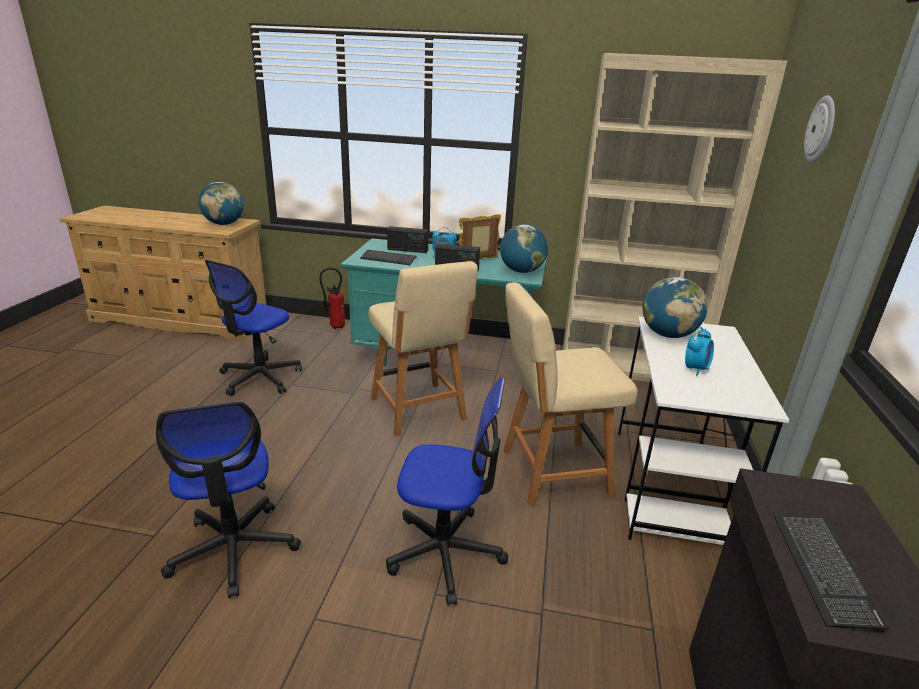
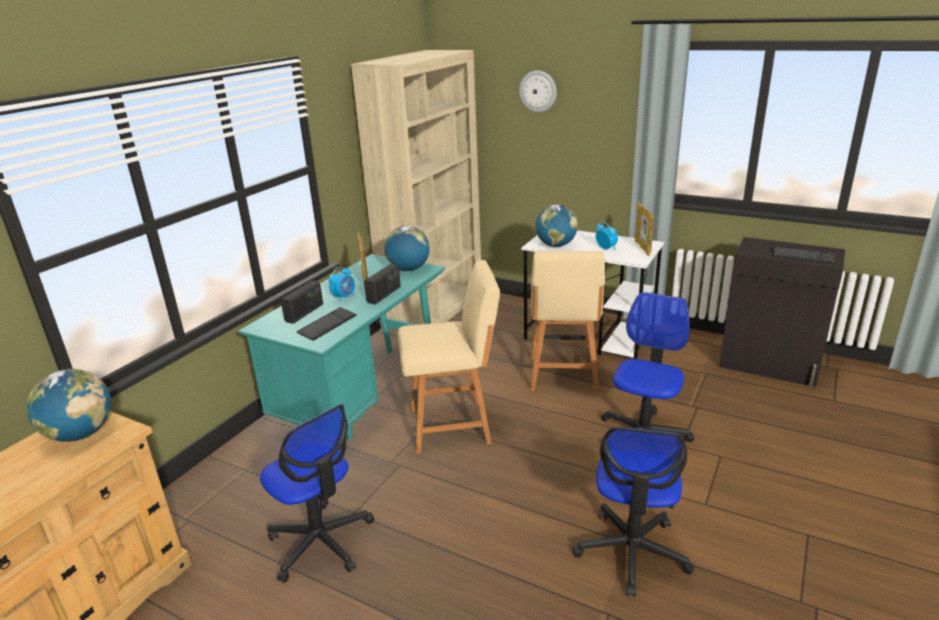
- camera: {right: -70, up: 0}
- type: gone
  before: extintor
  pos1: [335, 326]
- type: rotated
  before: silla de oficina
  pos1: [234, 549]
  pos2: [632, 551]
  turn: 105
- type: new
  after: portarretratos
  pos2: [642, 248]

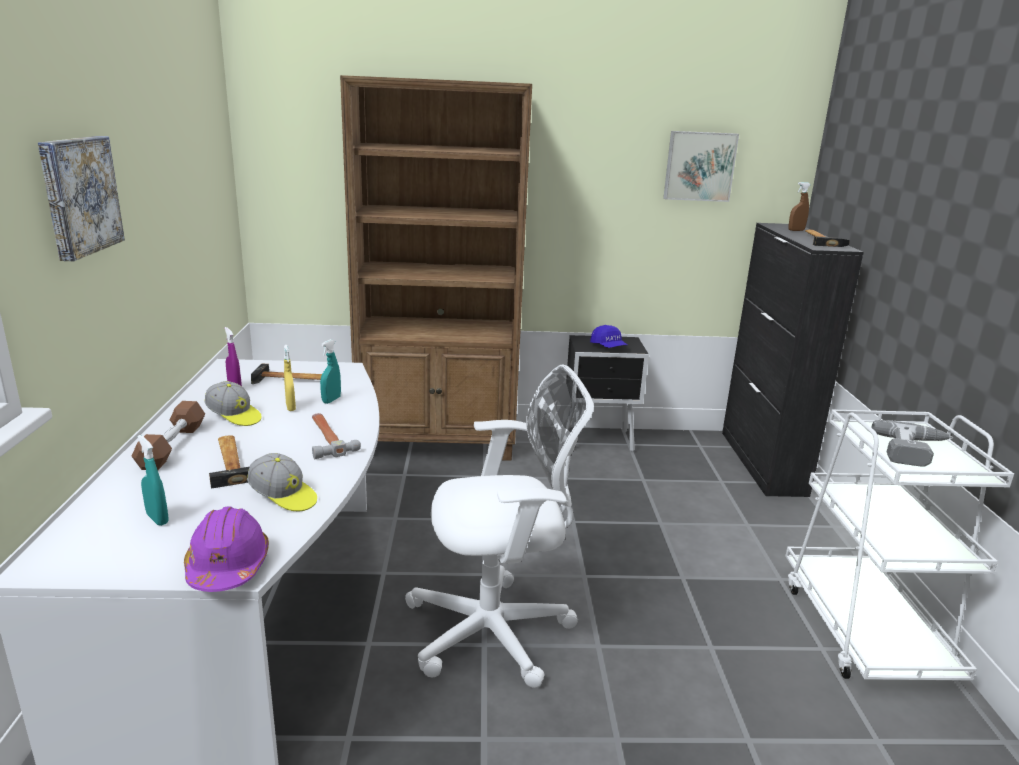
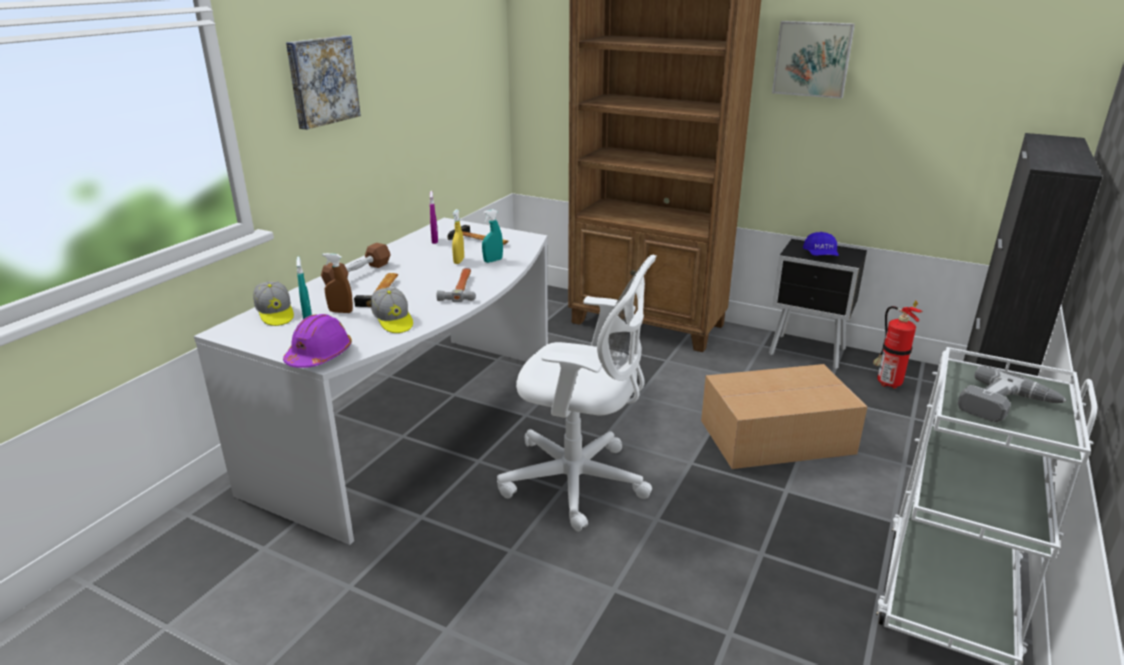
- camera: {right: 30, up: 5}
- type: shifted
  before: cuadro
  pos1: [699, 166]
  pos2: [812, 59]
- type: shifted
  before: pulverizador/marrón
  pos1: [796, 230]
  pos2: [340, 311]
- type: gone
  before: martillo
  pos1: [821, 240]
- type: shifted
  before: gorra
  pos1: [234, 416]
  pos2: [275, 314]
- type: new
  after: extintor
  pos2: [886, 383]
- type: new
  after: caja de cartón
  pos2: [774, 436]

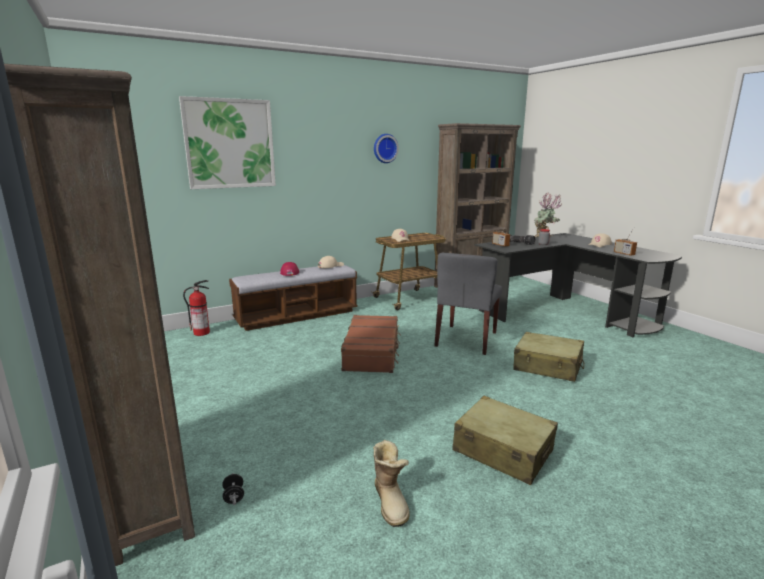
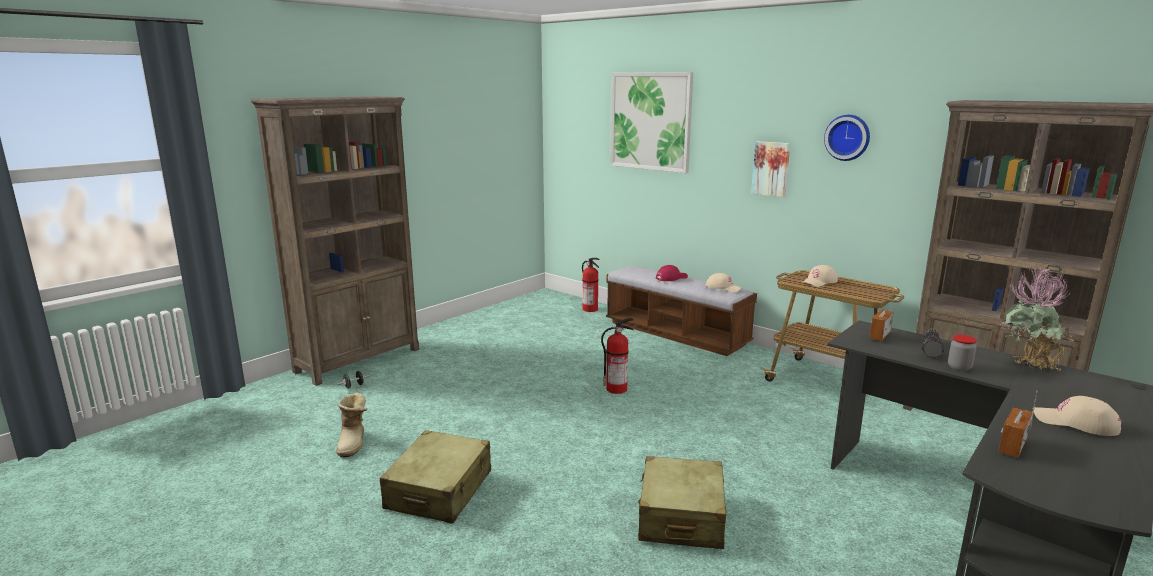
- camera: {right: 70, up: 0}
- type: gone
  before: silla/gris
  pos1: [466, 339]
- type: swapped
  before: maleta/marrón
  after: extintor
  pos1: [372, 352]
  pos2: [617, 389]
- type: rotated
  before: bota
  pos1: [391, 501]
  pos2: [354, 442]
  turn: -60
- type: new
  after: cuadro
  pos2: [771, 168]

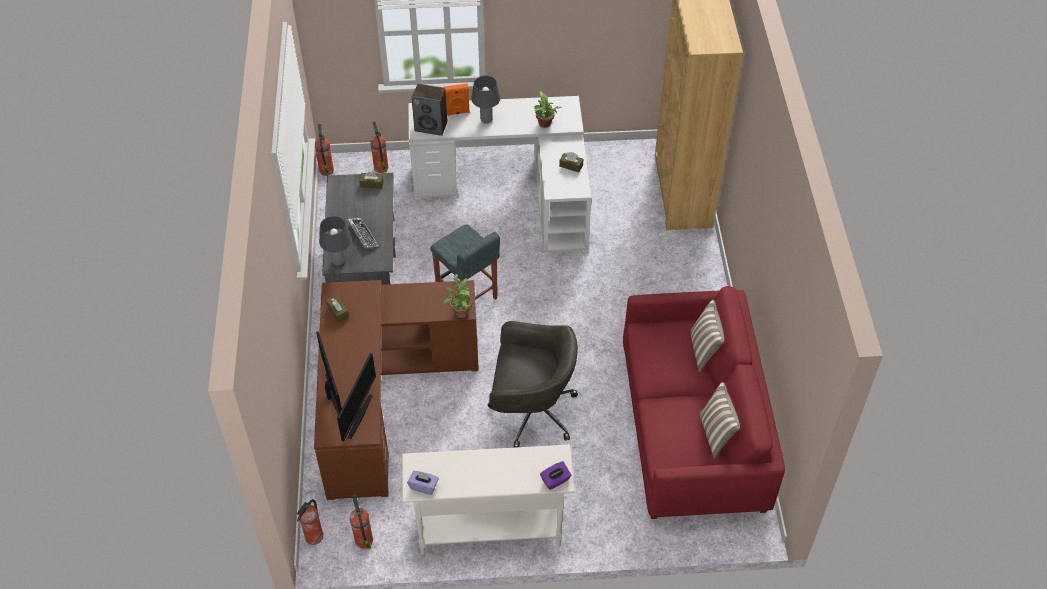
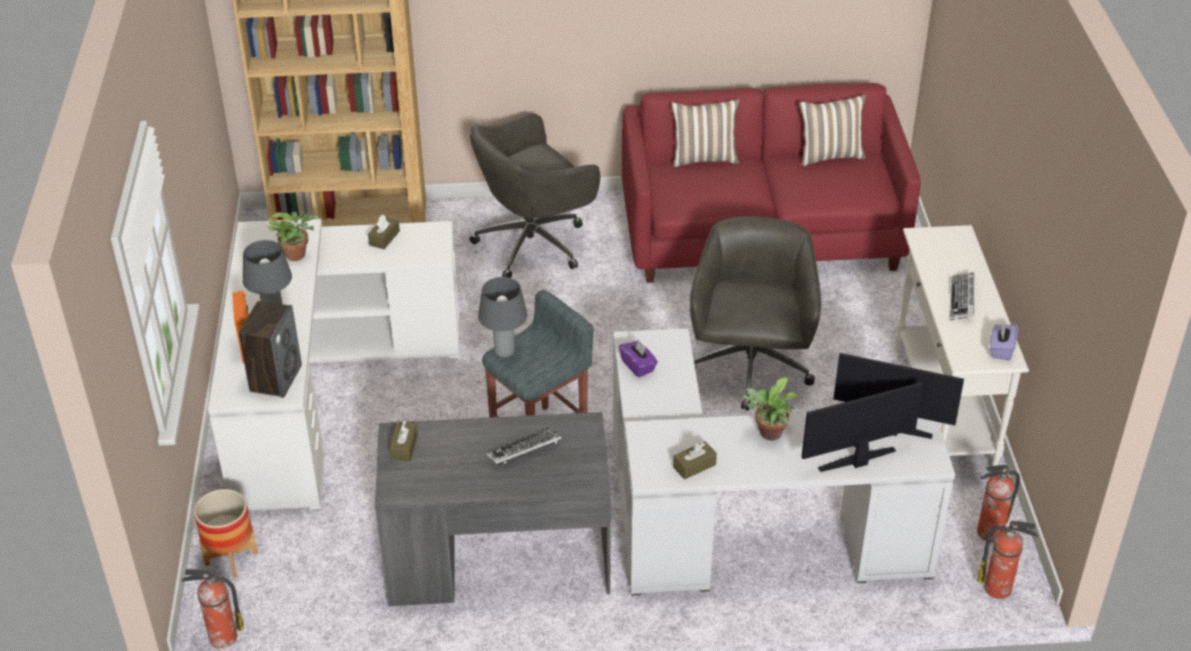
- camera: {right: -90, up: -10}
- type: swapped
  before: extintor
  after: maceta
  pos1: [381, 167]
  pos2: [231, 558]
- type: shifted
  before: lámpara de mesa/gris
  pos1: [338, 261]
  pos2: [505, 352]
- type: shifted
  before: planta en maceta
  pos1: [460, 311]
  pos2: [768, 434]
- type: repainted
  before: escritorio/marrón
  after: escritorio/blanco
  pos1: [382, 396]
  pos2: [738, 527]
- type: shifted
  before: caja de pañuelos/morado
  pos1: [555, 480]
  pos2: [638, 366]
- type: new
  after: silla de oficina/gris
  pos2: [534, 243]
- type: new
  after: teclado
  pos2: [961, 300]

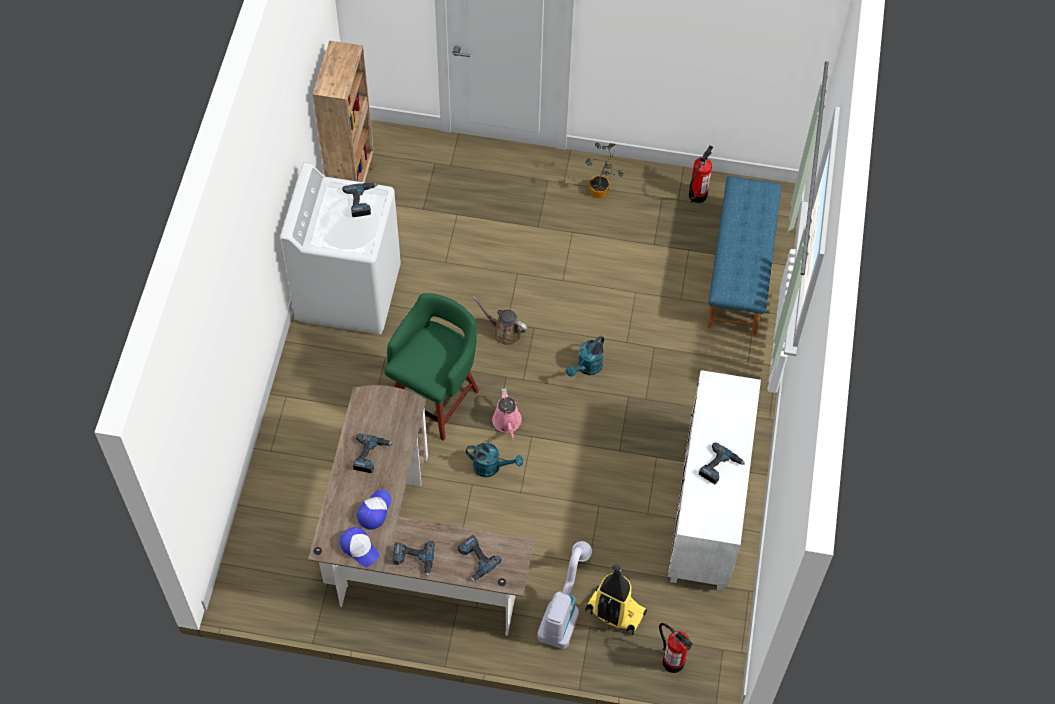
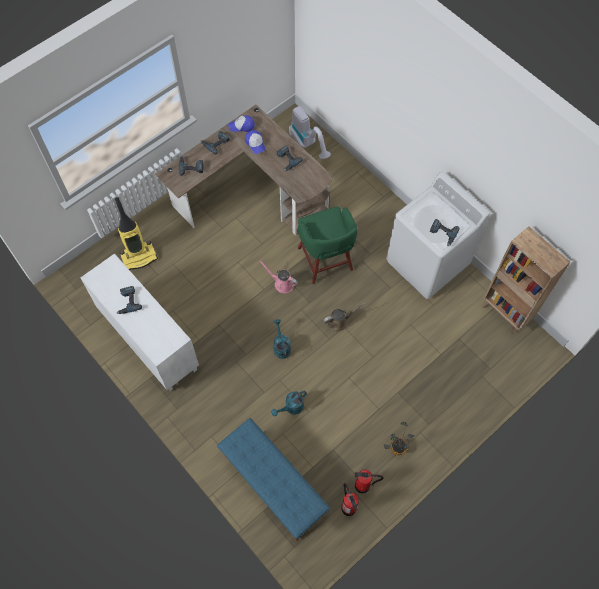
- camera: {right: 130, up: 5}
- type: shifted
  before: regadera/turquesa
  pos1: [491, 467]
  pos2: [291, 408]
- type: shifted
  before: aspiradora
  pos1: [563, 609]
  pos2: [308, 144]
- type: shifted
  before: extintor
  pos1: [673, 662]
  pos2: [362, 486]

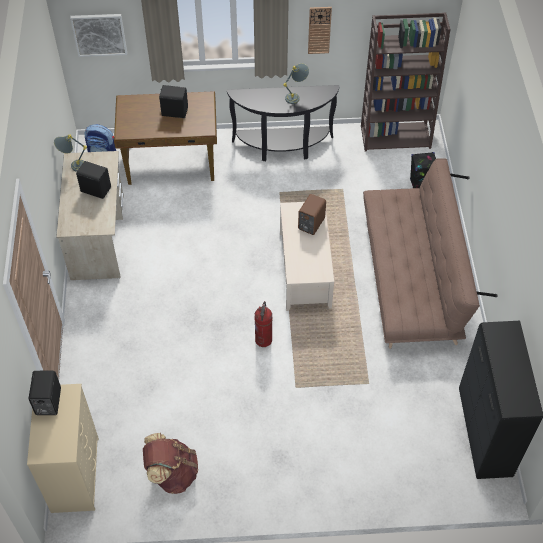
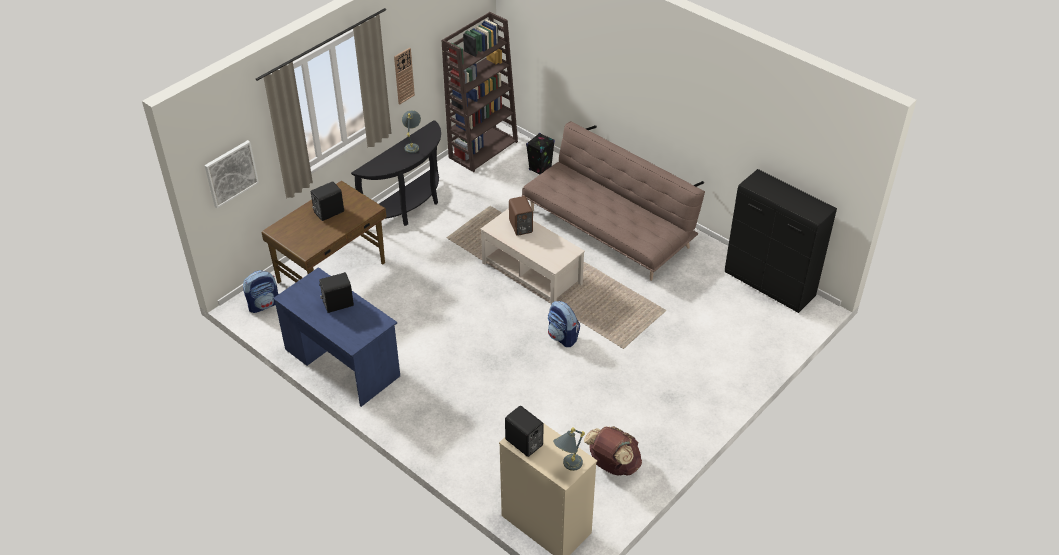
- camera: {right: -45, up: -10}
- type: shifted
  before: lámpara de mesa/gris
  pos1: [72, 166]
  pos2: [567, 467]
- type: repainted
  before: escritorio/beis
  after: escritorio/azul
  pos1: [98, 237]
  pos2: [342, 362]
- type: swapped
  before: extintor
  after: mochila
  pos1: [263, 340]
  pos2: [562, 337]

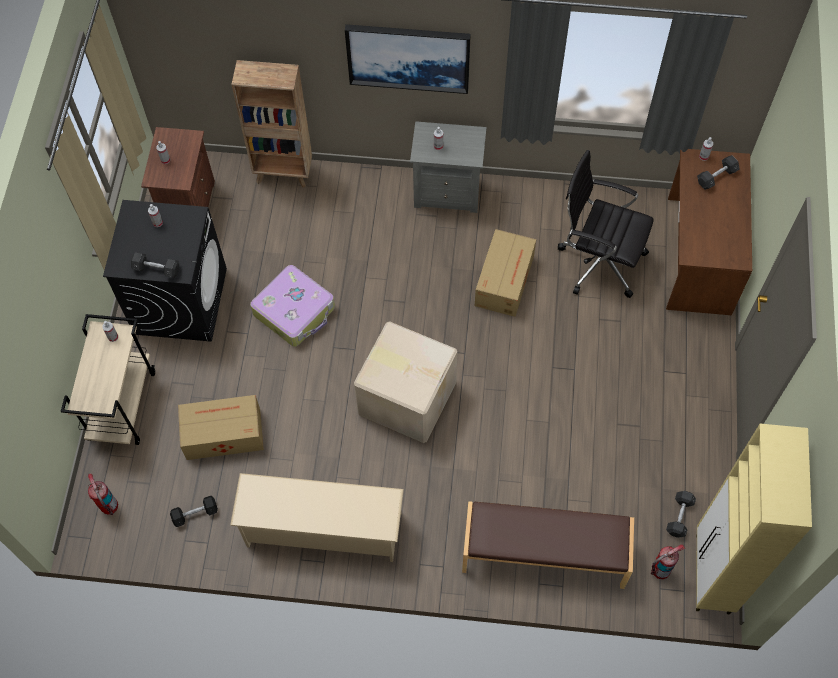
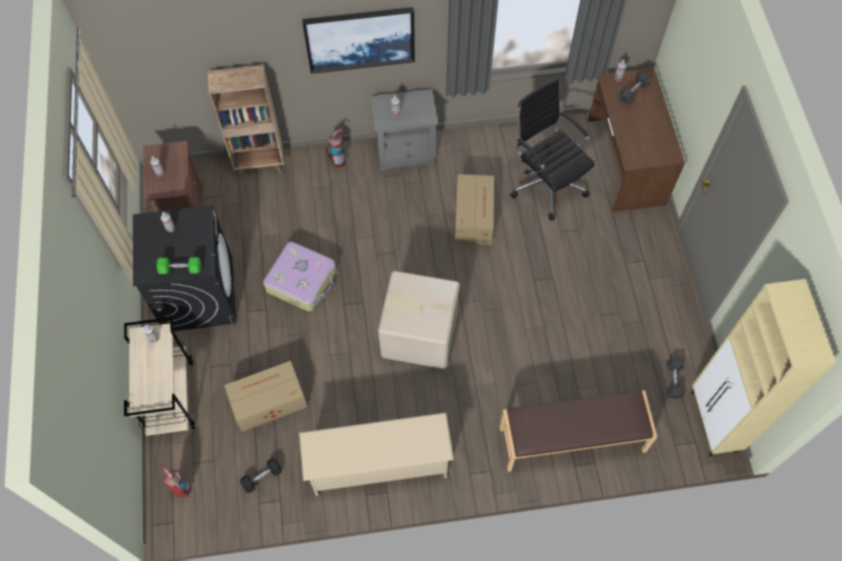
- camera: {right: -15, up: 0}
- type: rotated
  before: silla de oficina/negro
  pos1: [598, 261]
  pos2: [546, 183]
  turn: 45
- type: repainted
  before: mancuerna/gris
  after: mancuerna/verde
  pos1: [156, 269]
  pos2: [180, 269]
- type: shifted
  before: extintor
  pos1: [660, 570]
  pos2: [338, 161]

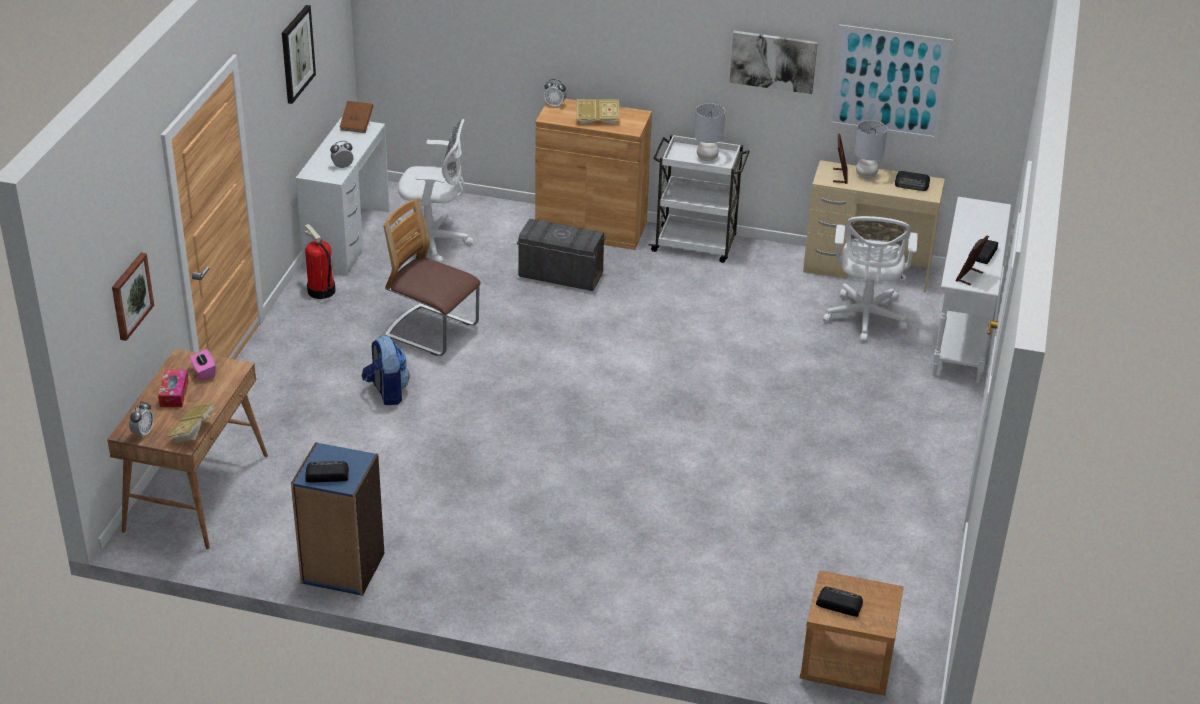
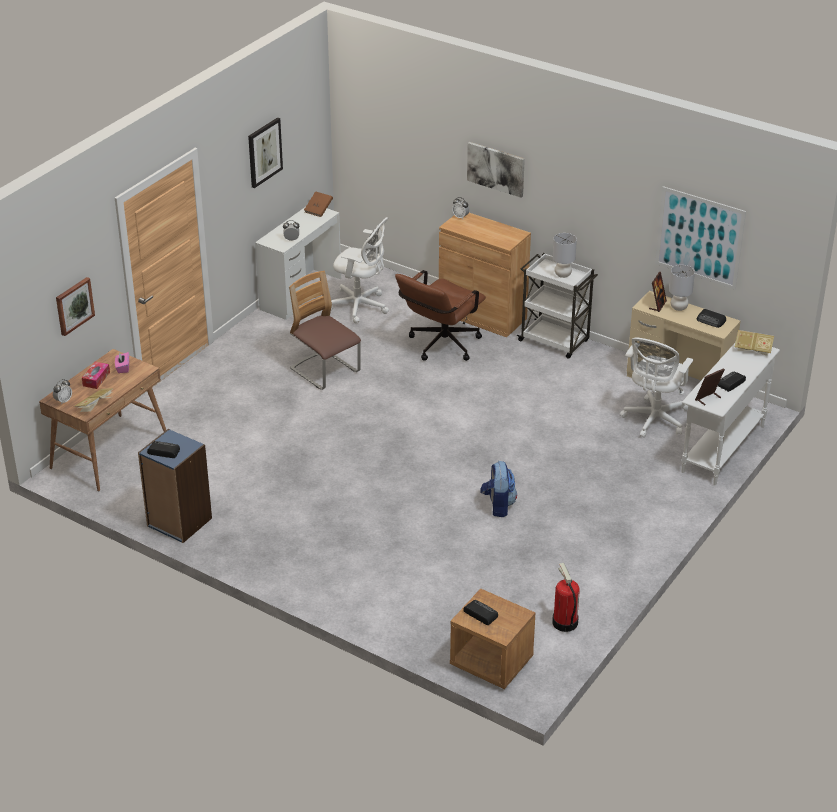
- camera: {right: 20, up: 0}
- type: shifted
  before: cuadro
  pos1: [773, 61]
  pos2: [496, 168]
- type: shifted
  before: libro
  pos1: [597, 120]
  pos2: [753, 349]
- type: swapped
  before: caja de almacenaje/gris
  after: silla de oficina/marrón
  pos1: [560, 275]
  pos2: [440, 347]
- type: shifted
  before: extintor
  pos1: [320, 291]
  pos2: [564, 622]
- type: shifted
  before: mochila
  pos1: [387, 392]
  pos2: [498, 506]

